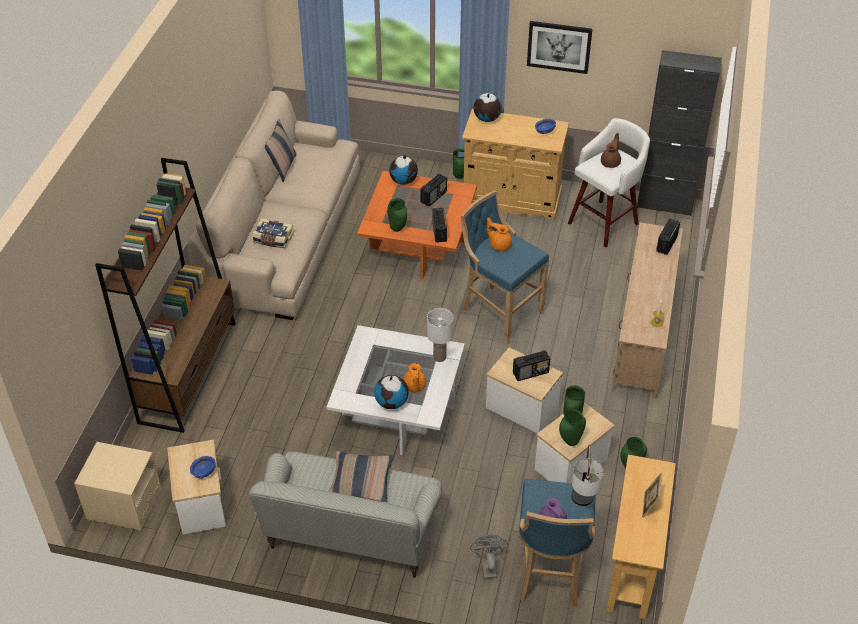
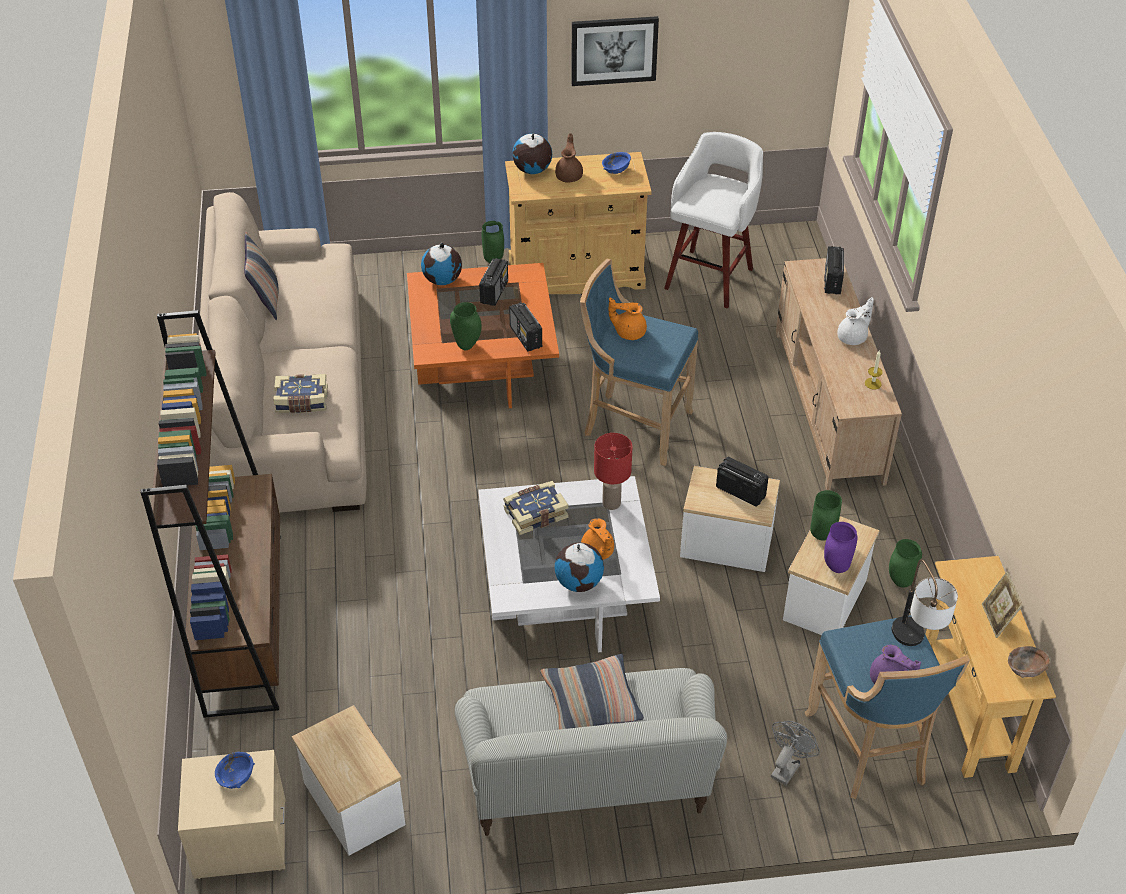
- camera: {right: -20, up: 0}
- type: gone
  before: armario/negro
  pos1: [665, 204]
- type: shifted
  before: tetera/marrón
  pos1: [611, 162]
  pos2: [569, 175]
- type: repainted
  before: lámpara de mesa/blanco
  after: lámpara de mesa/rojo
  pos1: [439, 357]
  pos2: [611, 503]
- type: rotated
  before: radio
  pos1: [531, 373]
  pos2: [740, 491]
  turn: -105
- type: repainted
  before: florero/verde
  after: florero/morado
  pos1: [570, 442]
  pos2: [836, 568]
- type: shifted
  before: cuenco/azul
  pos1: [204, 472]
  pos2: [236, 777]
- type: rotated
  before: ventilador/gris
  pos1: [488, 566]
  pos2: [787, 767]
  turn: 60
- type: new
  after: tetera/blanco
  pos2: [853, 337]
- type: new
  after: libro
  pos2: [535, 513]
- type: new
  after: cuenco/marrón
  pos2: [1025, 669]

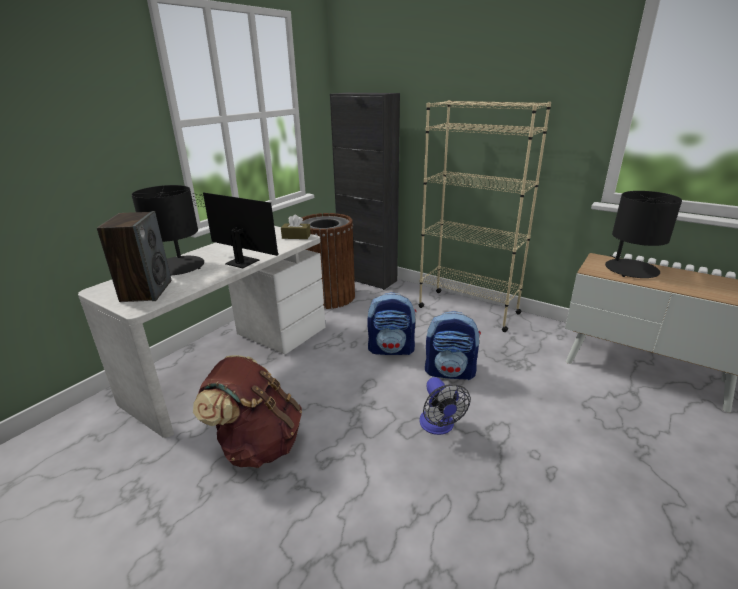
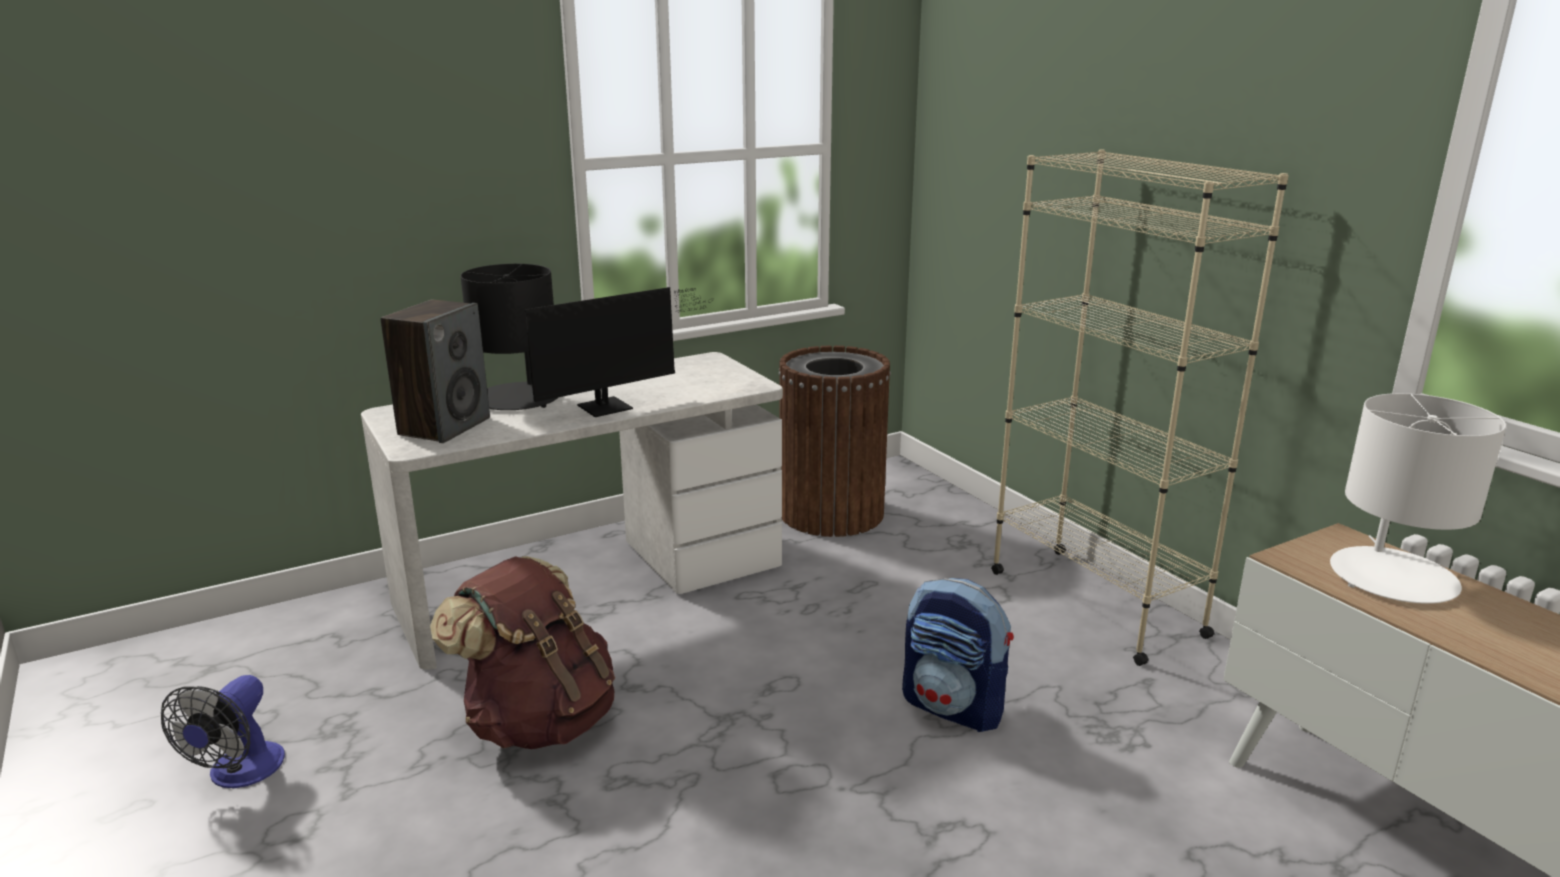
- camera: {right: 25, up: -5}
- type: gone
  before: armario/negro
  pos1: [367, 279]
- type: repainted
  before: lámpara de mesa/negro
  after: lámpara de mesa/blanco
  pos1: [630, 269]
  pos2: [1392, 577]
- type: rotated
  before: monitor
  pos1: [240, 261]
  pos2: [613, 406]
  turn: 90
- type: gone
  before: caja de pañuelos/marrón
  pos1: [296, 236]
- type: gone
  before: mochila
  pos1: [391, 349]
- type: shifted
  before: ventilador
  pos1: [439, 426]
  pos2: [239, 774]

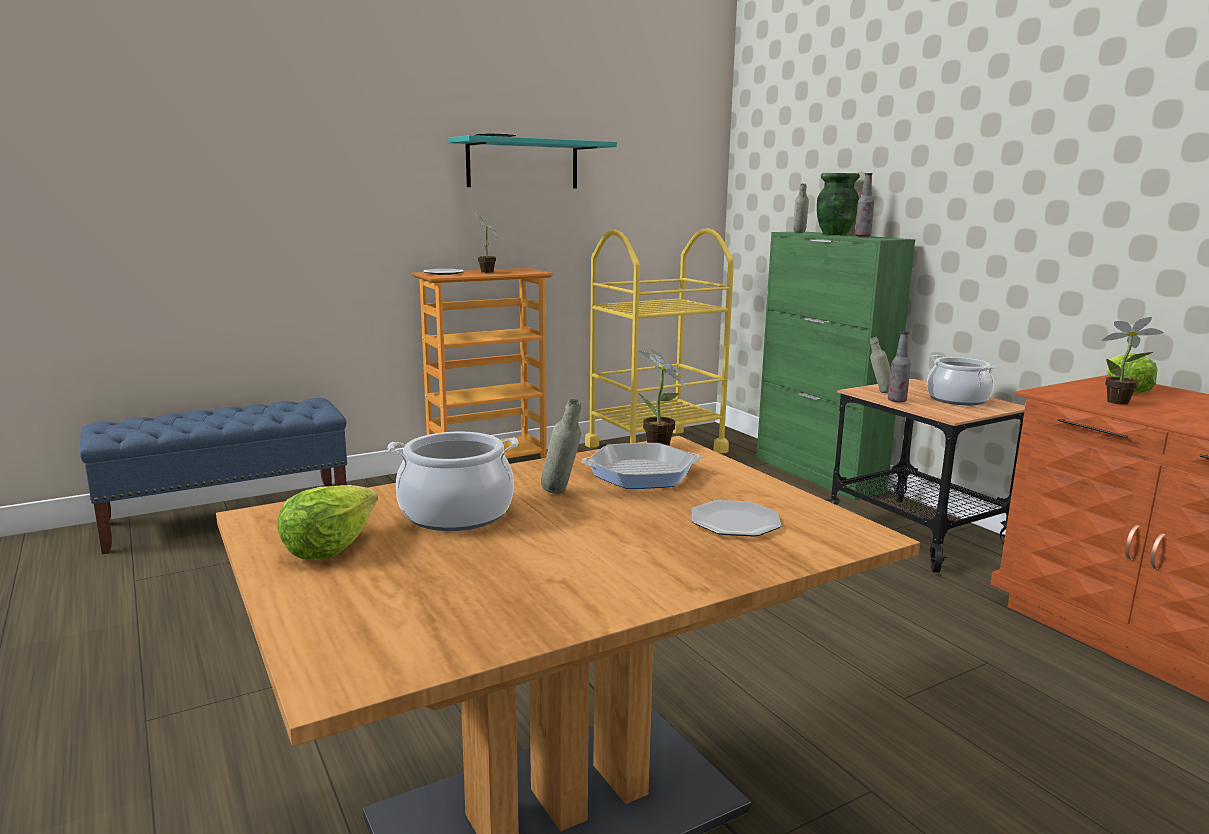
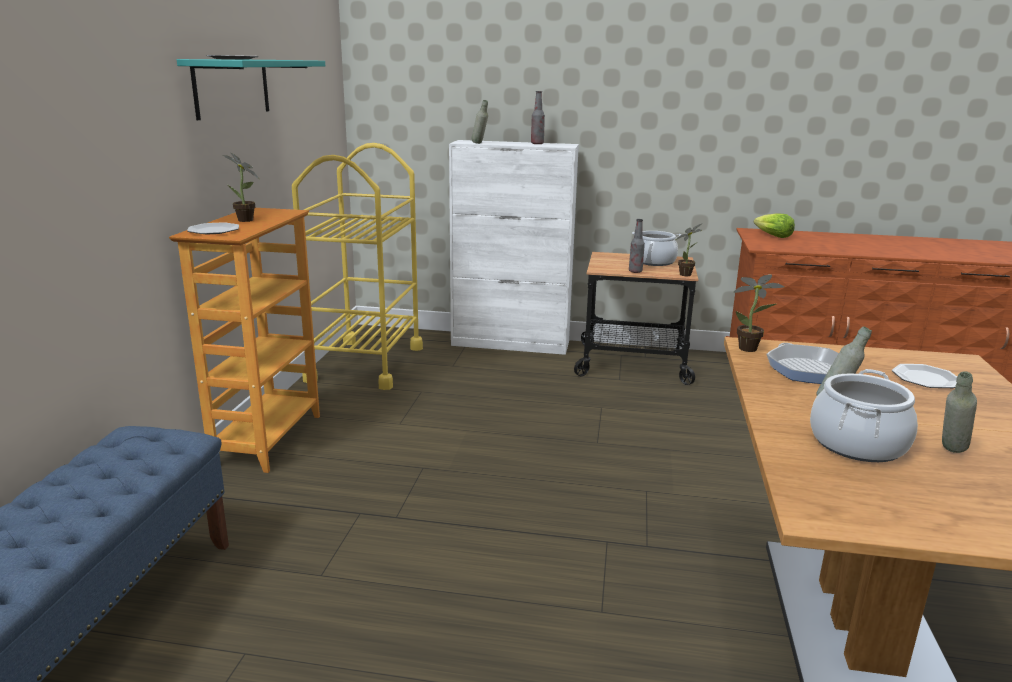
- camera: {right: -50, up: 5}
- type: gone
  before: florero/verde
  pos1: [834, 234]
- type: repainted
  before: armario/verde
  after: armario/blanco
  pos1: [818, 474]
  pos2: [511, 344]
- type: shifted
  before: planta en maceta
  pos1: [1122, 402]
  pos2: [687, 274]
- type: shifted
  before: botella/gris
  pos1: [879, 392]
  pos2: [950, 453]
- type: rotated
  before: sartén
  pos1: [641, 474]
  pos2: [808, 370]
  turn: 135
- type: gone
  before: lechuga
  pos1: [329, 546]

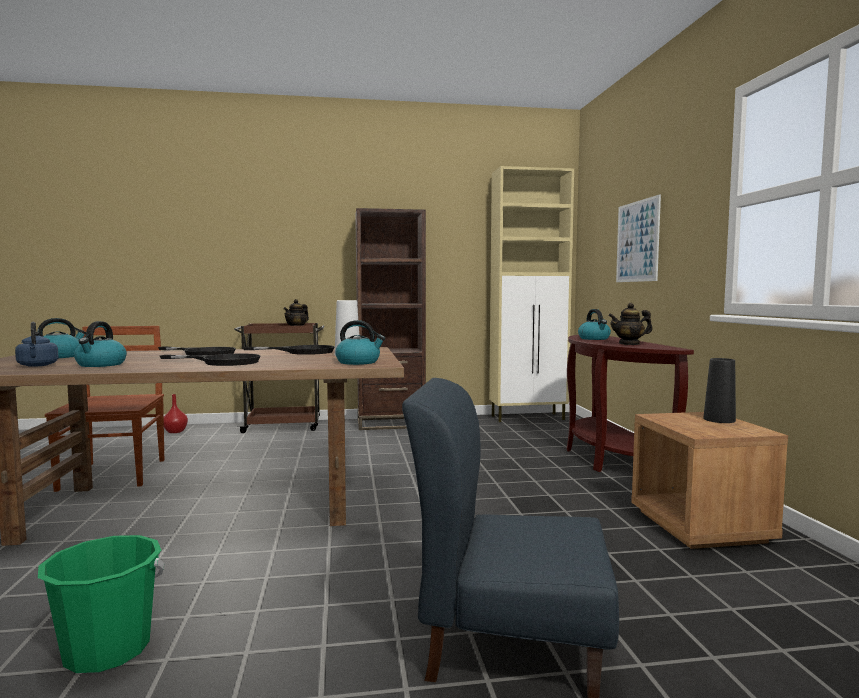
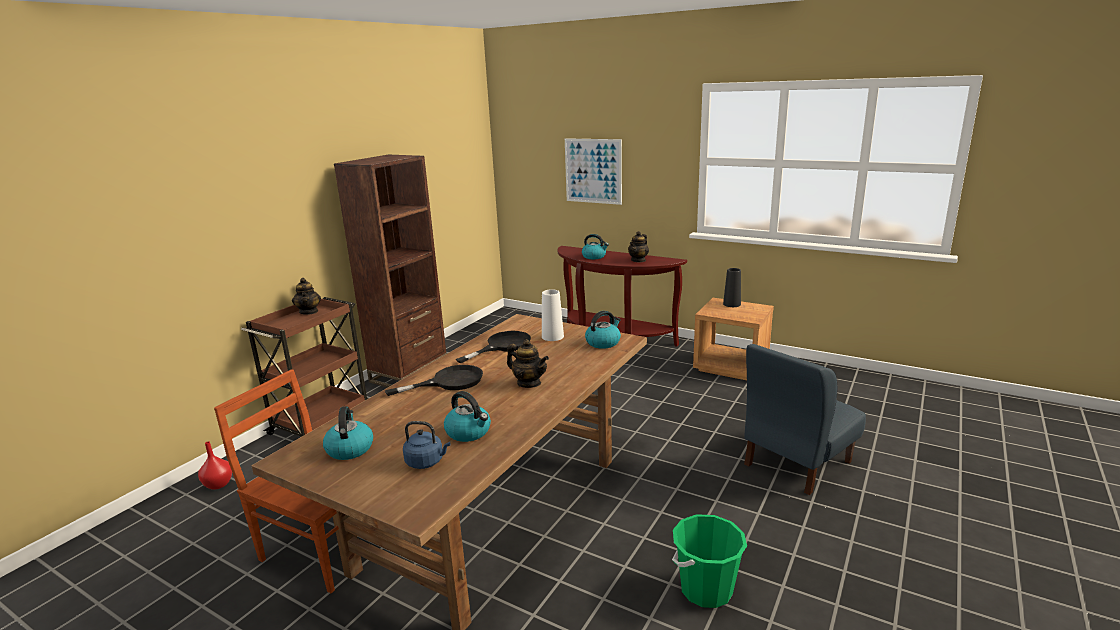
- camera: {right: -50, up: 15}
- type: gone
  before: armario/beis
  pos1: [528, 417]
- type: swapped
  before: sartén/negro
  after: tetera
  pos1: [222, 362]
  pos2: [529, 383]

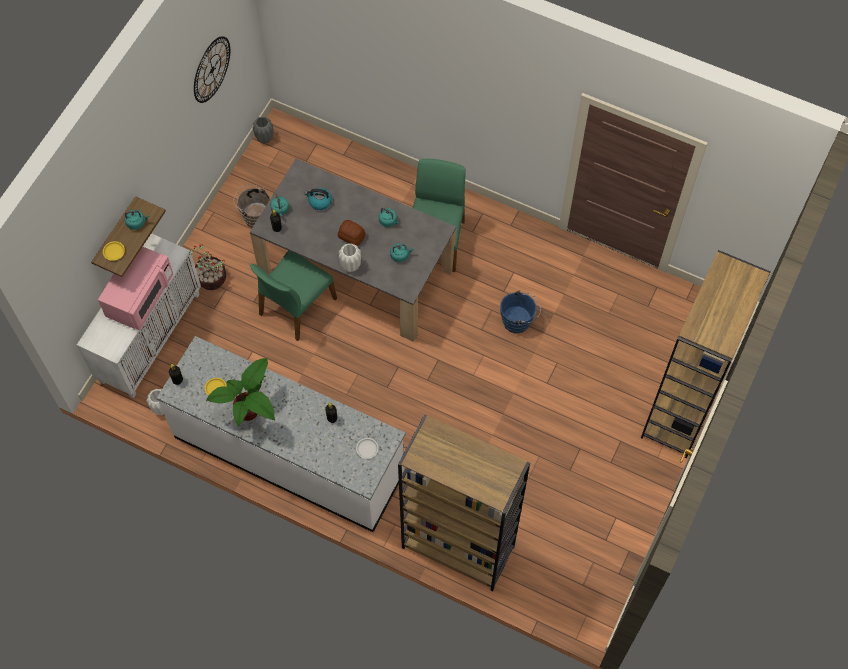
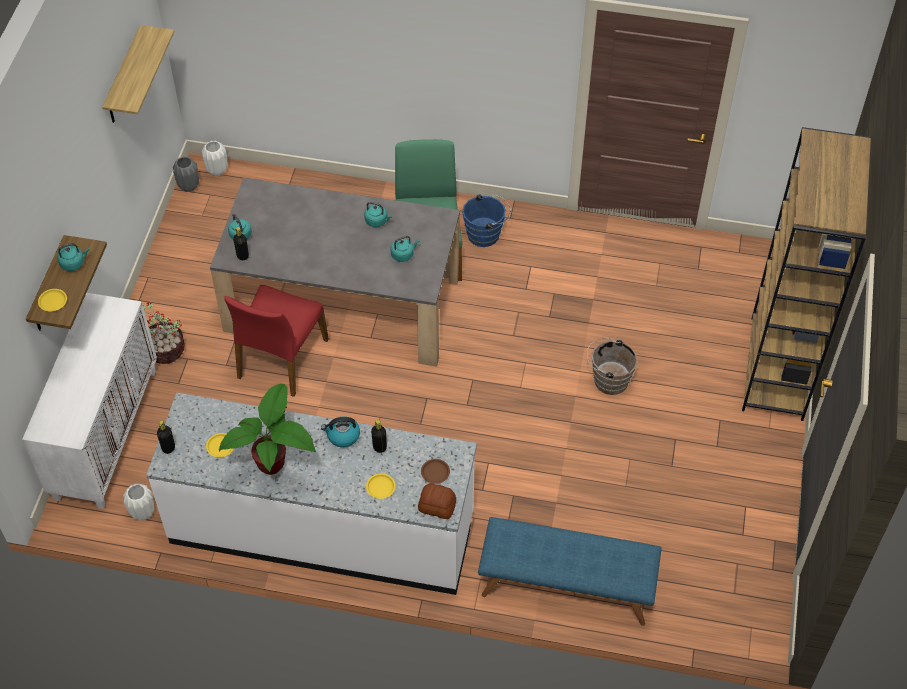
- camera: {right: -15, up: -10}
- type: swapped
  before: reloj de pared
  after: estante
  pos1: [211, 69]
  pos2: [124, 77]
- type: shifted
  before: cubo/marrón
  pos1: [255, 216]
  pos2: [608, 379]
- type: shifted
  before: hervidor
  pos1: [319, 201]
  pos2: [342, 436]
- type: shifted
  before: pan
  pos1: [351, 236]
  pos2: [437, 506]
- type: shifted
  before: florero/blanco
  pos1: [351, 265]
  pos2: [217, 170]
- type: gone
  before: microondas/rosa
  pos1: [140, 296]
- type: repainted
  before: silla/verde
  after: silla/rojo
  pos1: [296, 306]
  pos2: [281, 359]
- type: shifted
  before: cubo/azul
  pos1: [518, 321]
  pos2: [486, 234]
- type: swapped
  before: estantería/marrón
  after: banco/azul
  pos1: [457, 547]
  pos2: [566, 587]
- type: repainted
  before: plato/blanco
  after: plato/marrón
  pos1: [367, 449]
  pos2: [435, 472]
- type: new
  after: plato/amarillo
  pos2: [380, 487]

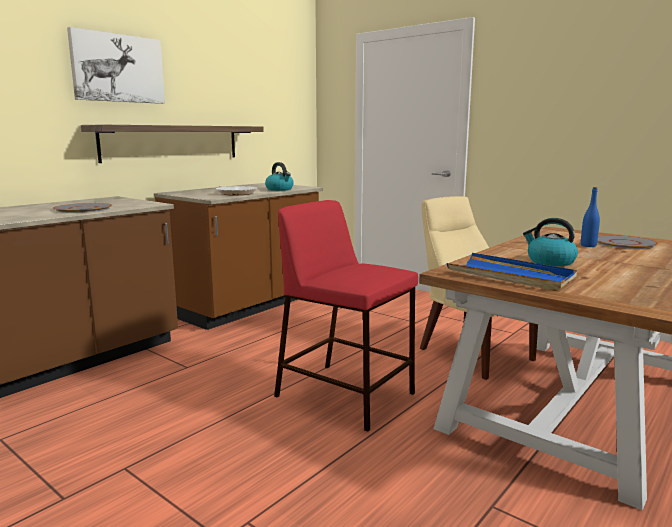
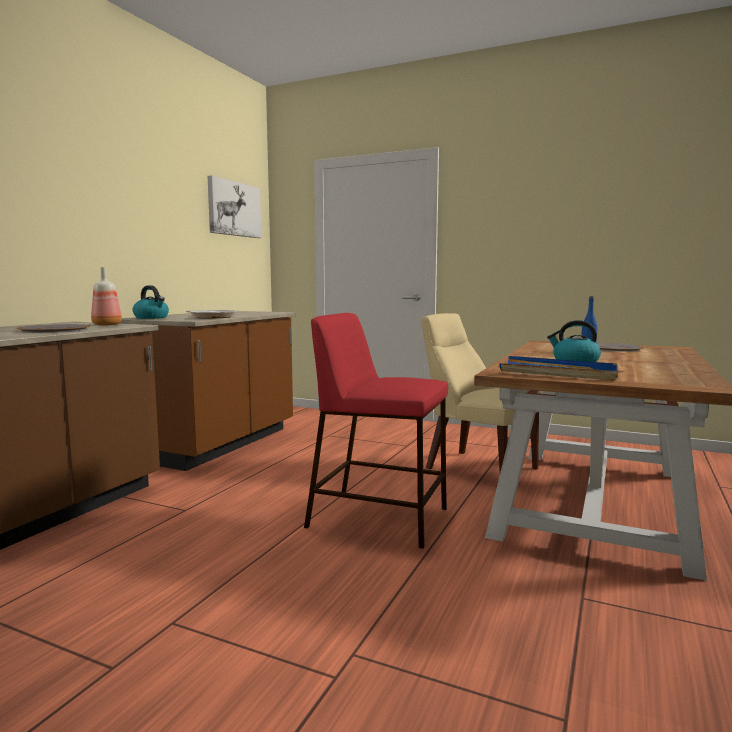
- camera: {right: -15, up: -5}
- type: shifted
  before: cuadro
  pos1: [118, 68]
  pos2: [234, 209]
- type: gone
  before: estante
  pos1: [172, 143]
- type: shifted
  before: hervidor
  pos1: [280, 189]
  pos2: [152, 317]
- type: new
  after: botella
  pos2: [107, 325]

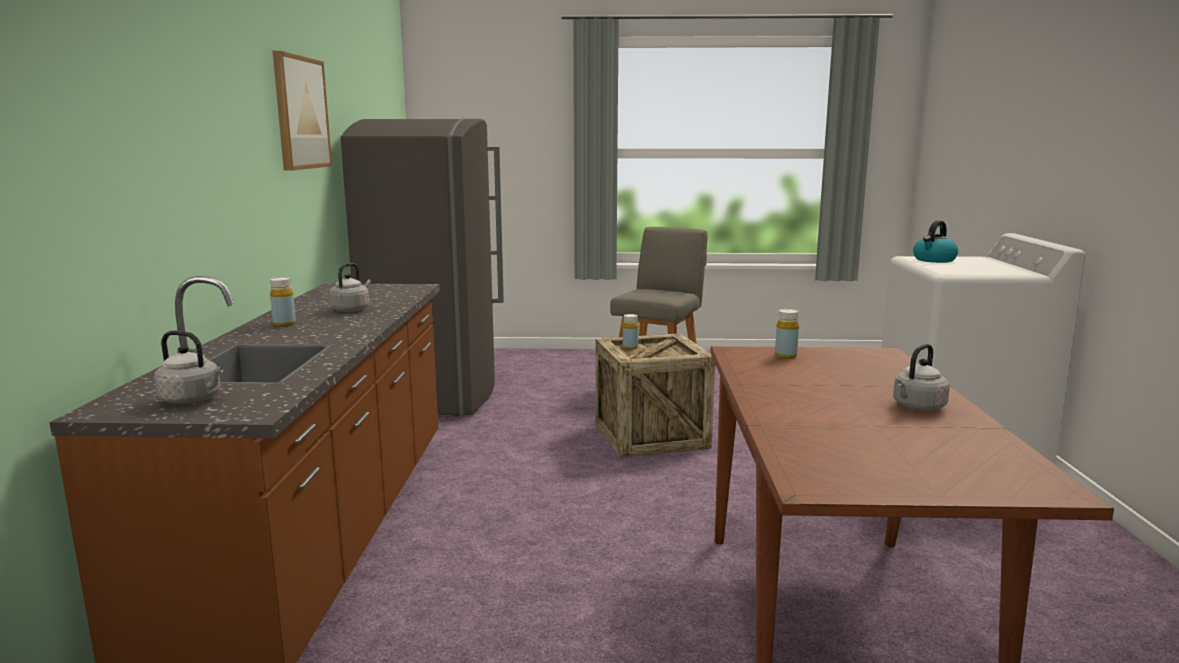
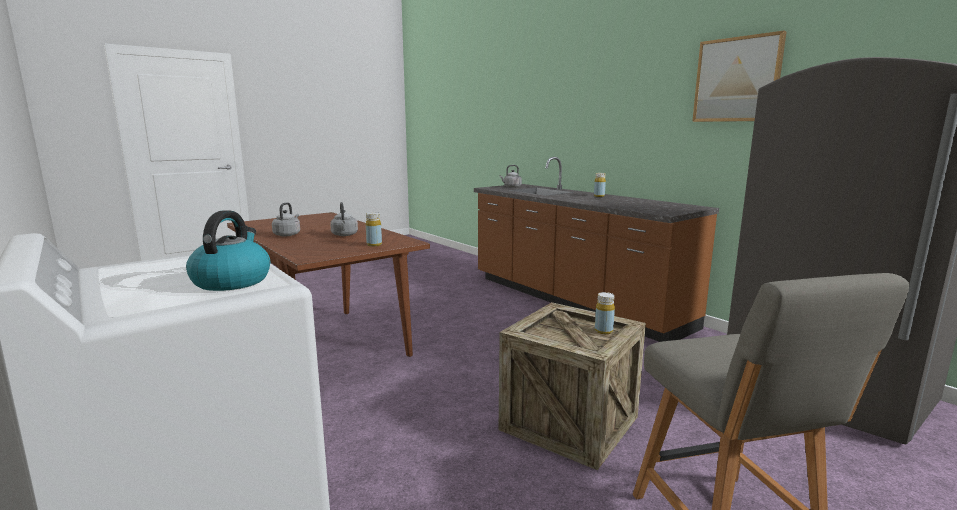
- camera: {right: 140, up: 0}
- type: shifted
  before: hervidor/gris
  pos1: [351, 309]
  pos2: [344, 235]

